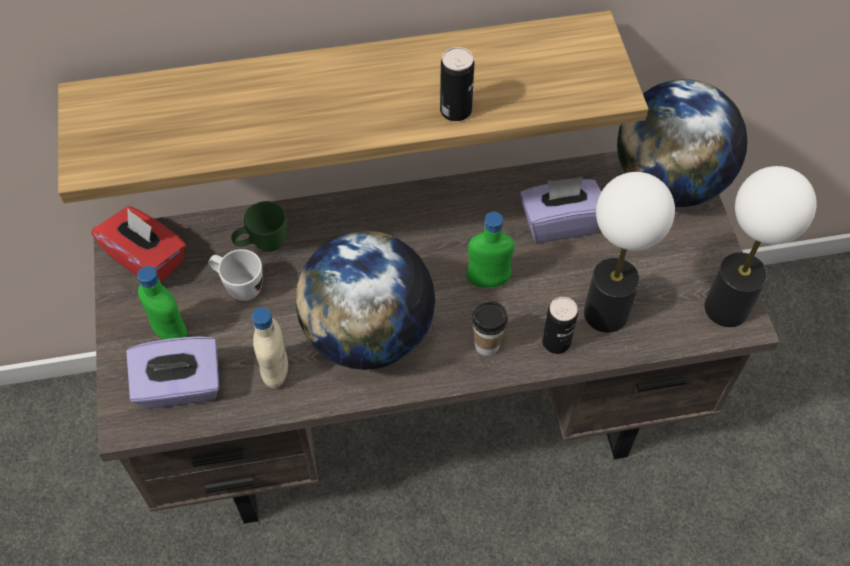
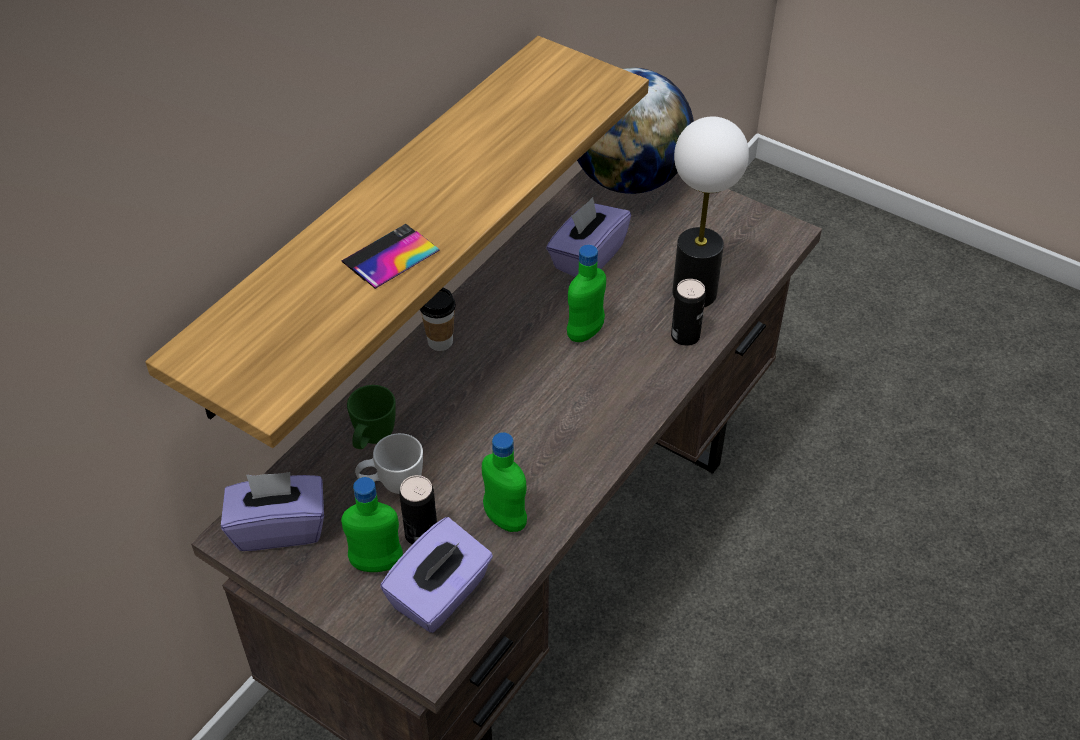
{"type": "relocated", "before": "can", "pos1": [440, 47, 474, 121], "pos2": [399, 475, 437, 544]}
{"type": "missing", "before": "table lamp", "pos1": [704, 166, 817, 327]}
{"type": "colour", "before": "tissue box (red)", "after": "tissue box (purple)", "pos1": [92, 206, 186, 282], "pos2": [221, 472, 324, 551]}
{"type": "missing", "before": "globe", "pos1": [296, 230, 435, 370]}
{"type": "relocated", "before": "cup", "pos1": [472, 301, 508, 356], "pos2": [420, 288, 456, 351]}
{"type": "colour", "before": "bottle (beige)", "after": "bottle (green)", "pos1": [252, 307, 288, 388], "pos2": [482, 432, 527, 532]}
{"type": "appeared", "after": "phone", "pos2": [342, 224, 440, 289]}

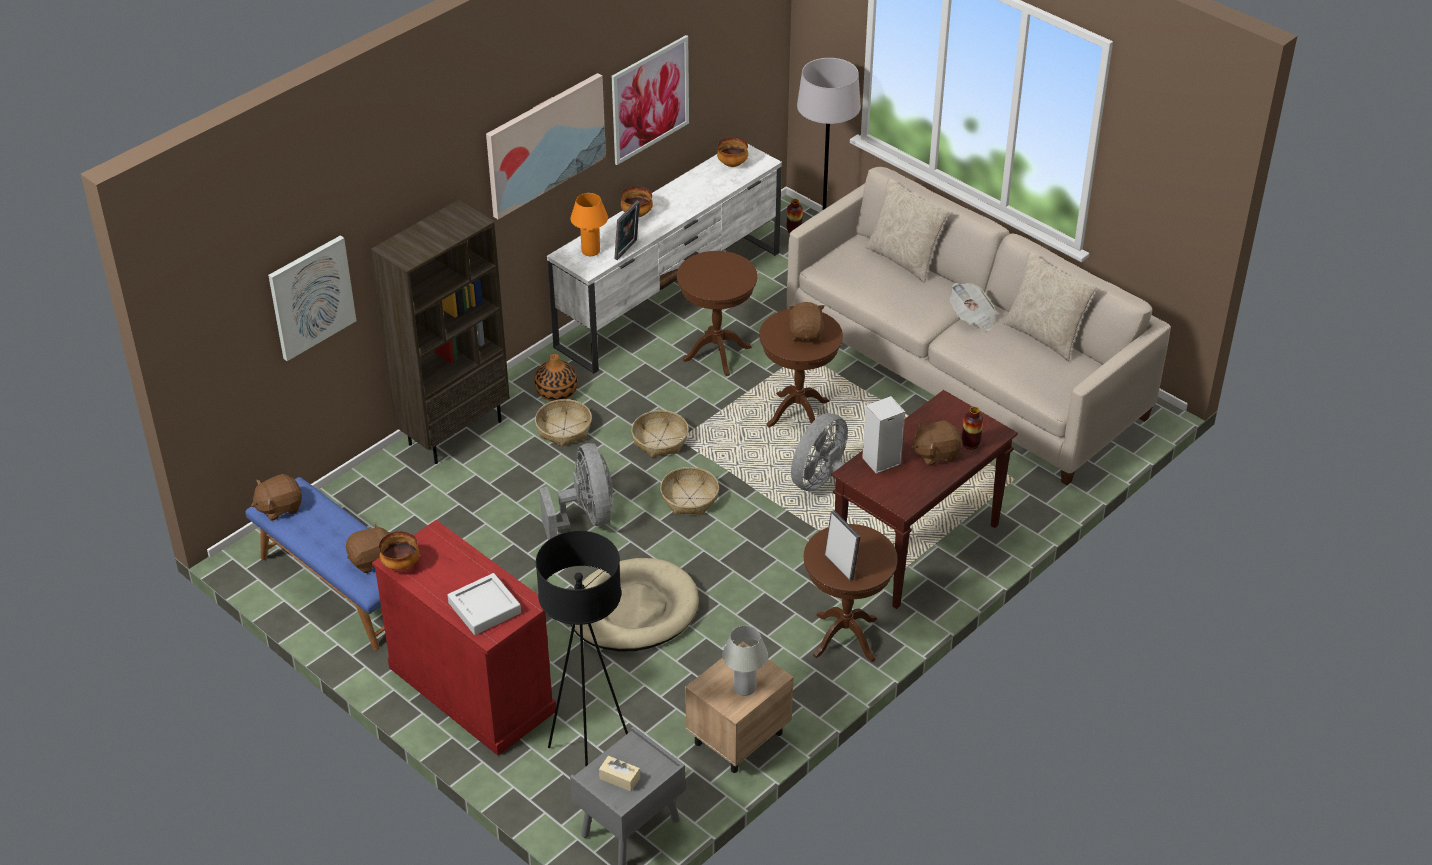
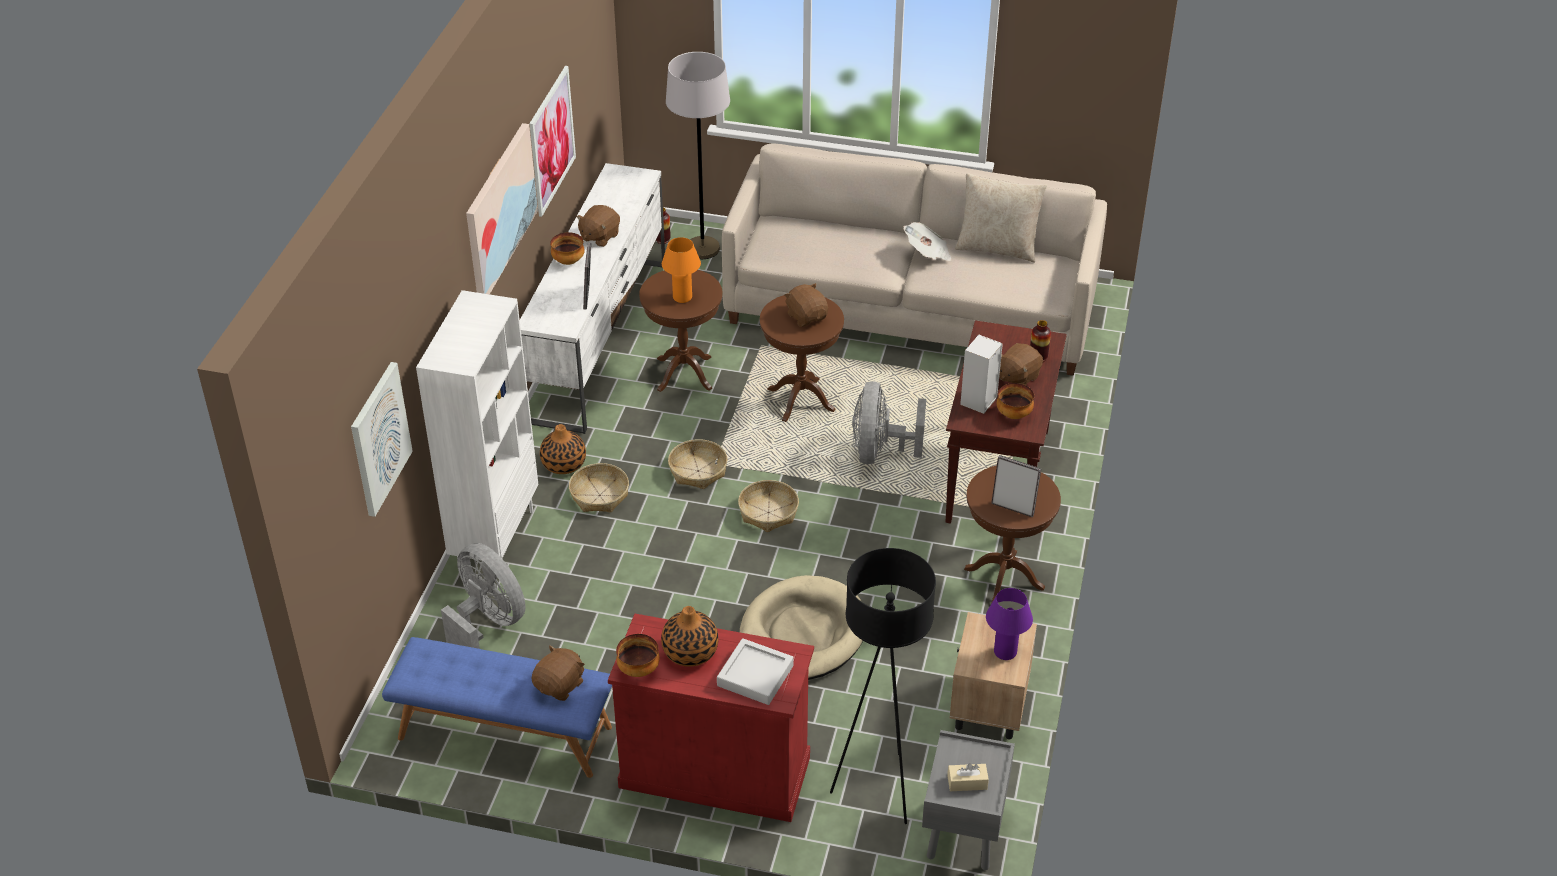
{"type": "relocated", "before": "bowl", "pos1": [717, 137, 748, 167], "pos2": [997, 383, 1034, 419]}
{"type": "missing", "before": "pillow (beige)", "pos1": [865, 178, 950, 283]}
{"type": "relocated", "before": "table lamp (orange)", "pos1": [570, 193, 608, 256], "pos2": [662, 237, 701, 303]}
{"type": "colour", "before": "bookcase (brown)", "after": "bookcase (white)", "pos1": [371, 200, 510, 464], "pos2": [416, 290, 538, 561]}
{"type": "relocated", "before": "fan (grey)", "pos1": [539, 443, 613, 540], "pos2": [441, 543, 526, 649]}
{"type": "relocated", "before": "plush toy (brown)", "pos1": [251, 474, 302, 521], "pos2": [576, 205, 620, 247]}
{"type": "colour", "before": "table lamp (white)", "after": "table lamp (purple)", "pos1": [722, 625, 768, 696], "pos2": [986, 588, 1033, 660]}
{"type": "appeared", "after": "vase", "pos2": [661, 606, 718, 667]}

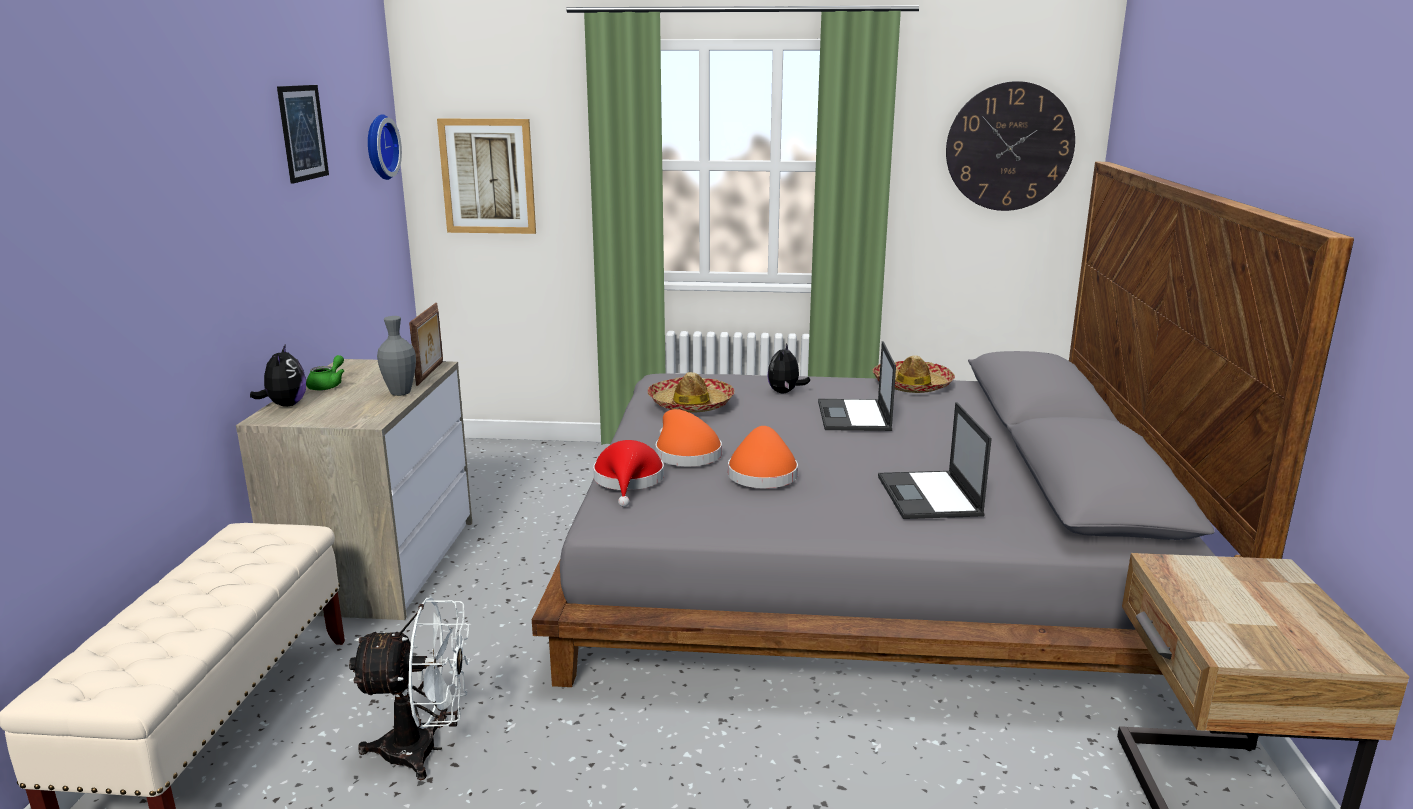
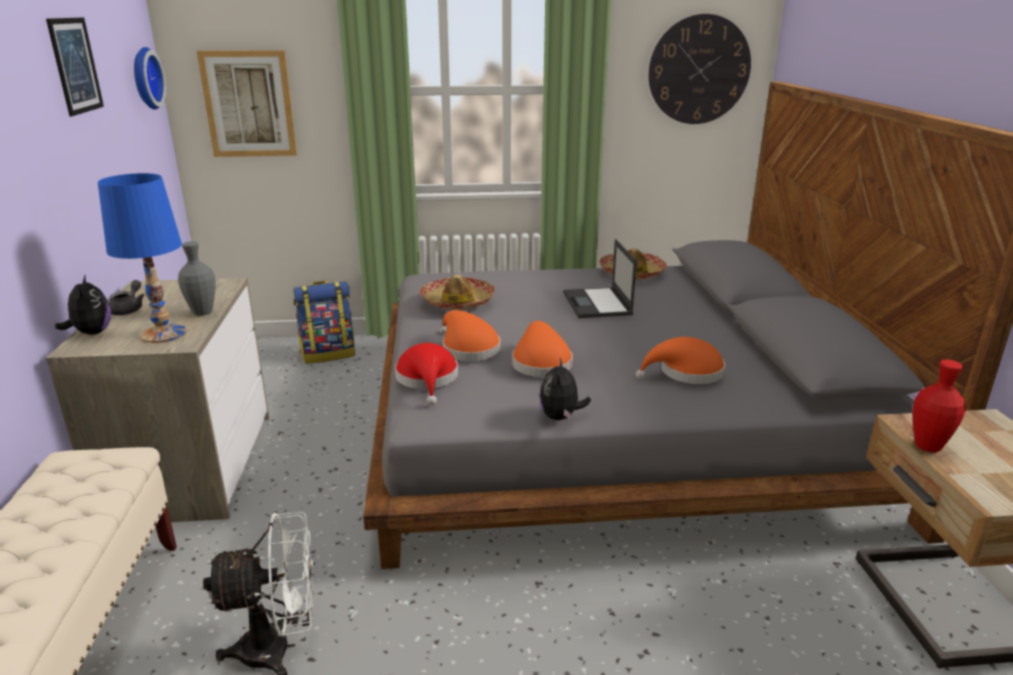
{"type": "missing", "before": "picture frame", "pos1": [409, 303, 443, 386]}
{"type": "relocated", "before": "plush toy", "pos1": [767, 343, 810, 393], "pos2": [539, 358, 591, 420]}
{"type": "colour", "before": "teapot (green)", "after": "teapot (grey)", "pos1": [306, 355, 345, 391], "pos2": [108, 280, 145, 315]}
{"type": "exchanged", "before": "laptop", "after": "hat (orange)", "pos1": [878, 402, 992, 519], "pos2": [636, 337, 725, 384]}
{"type": "appeared", "after": "table lamp (blue)", "pos2": [98, 173, 186, 343]}
{"type": "appeared", "after": "backpack", "pos2": [293, 281, 355, 364]}
{"type": "appeared", "after": "vase (red)", "pos2": [912, 360, 966, 452]}

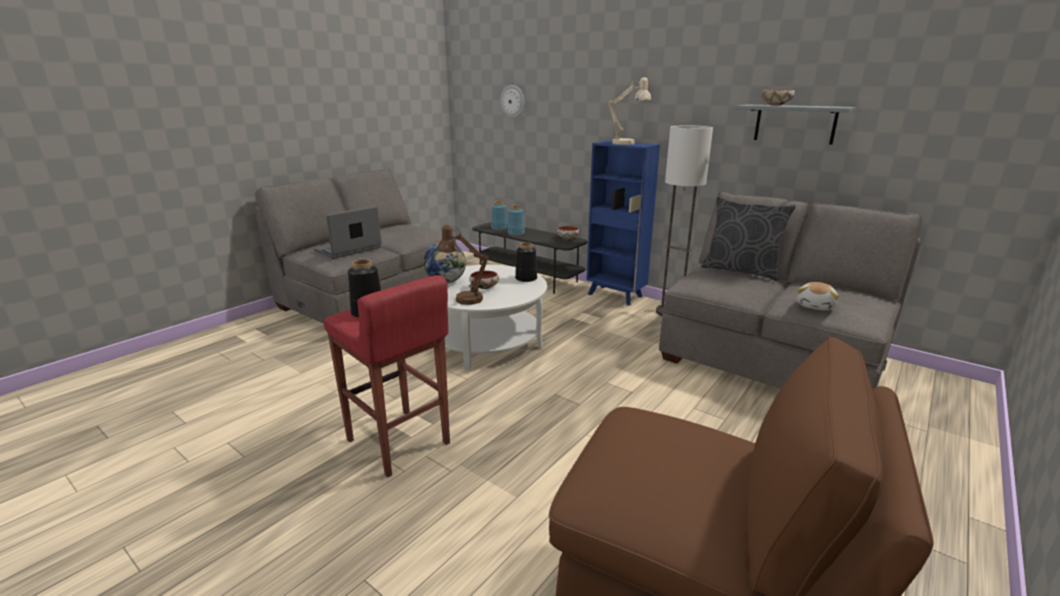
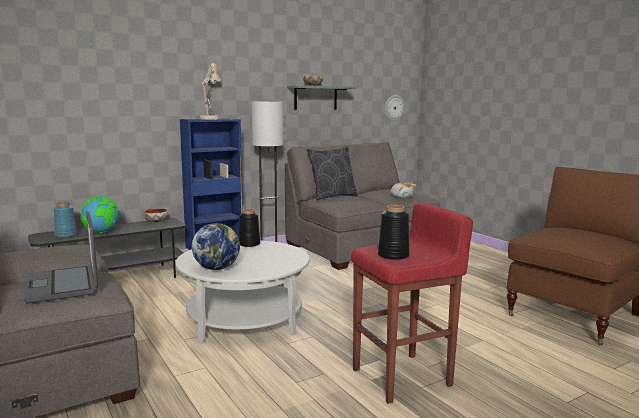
{"type": "relocated", "before": "wall clock", "pos1": [500, 85, 525, 118], "pos2": [385, 95, 405, 121]}
{"type": "exchanged", "before": "vase (blue)", "after": "globe", "pos1": [508, 206, 525, 236], "pos2": [80, 196, 119, 233]}
{"type": "missing", "before": "table lamp (brown)", "pos1": [437, 225, 488, 305]}
{"type": "missing", "before": "bowl", "pos1": [469, 271, 499, 289]}

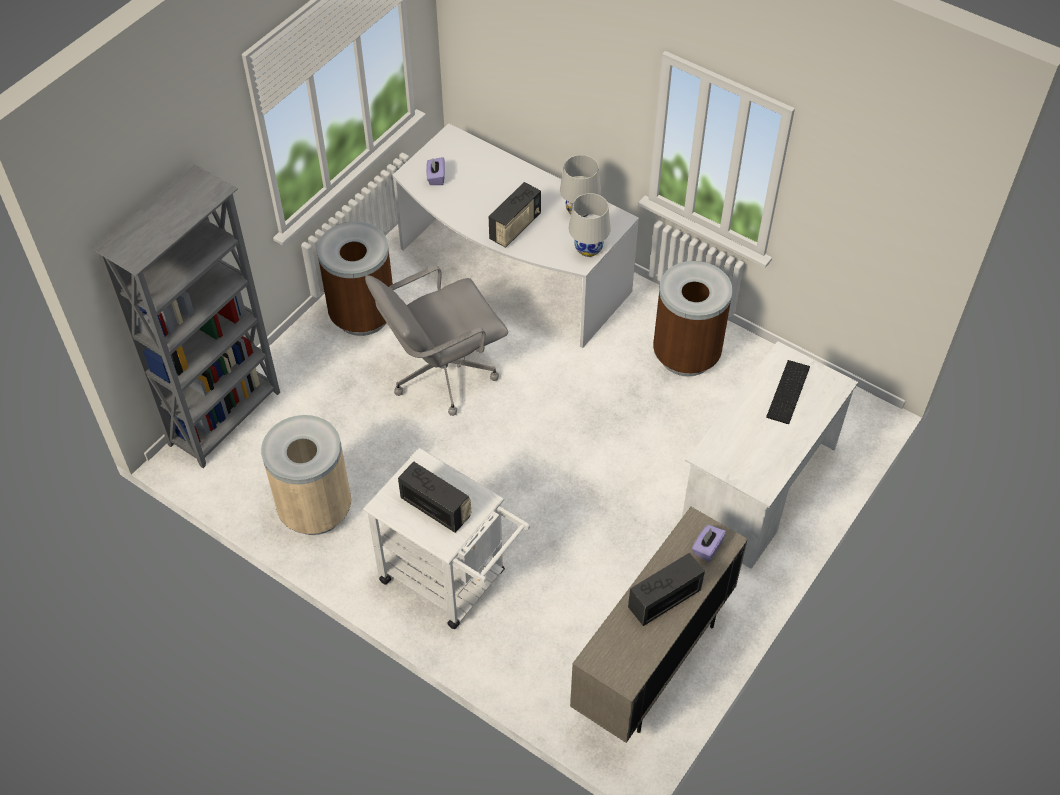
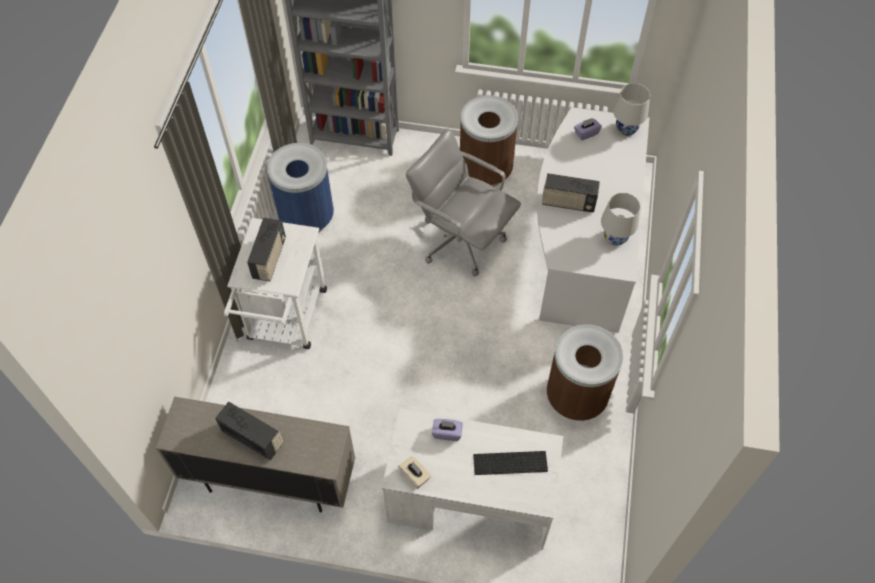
{"type": "relocated", "before": "table lamp (white)", "pos1": [569, 193, 611, 257], "pos2": [613, 83, 650, 136]}
{"type": "colour", "before": "trash can (beige)", "after": "trash can (blue)", "pos1": [261, 415, 351, 535], "pos2": [267, 143, 334, 233]}
{"type": "relocated", "before": "tissue box (purple)", "pos1": [692, 525, 726, 562], "pos2": [432, 419, 463, 441]}
{"type": "appeared", "after": "tissue box (beige)", "pos2": [398, 456, 431, 489]}

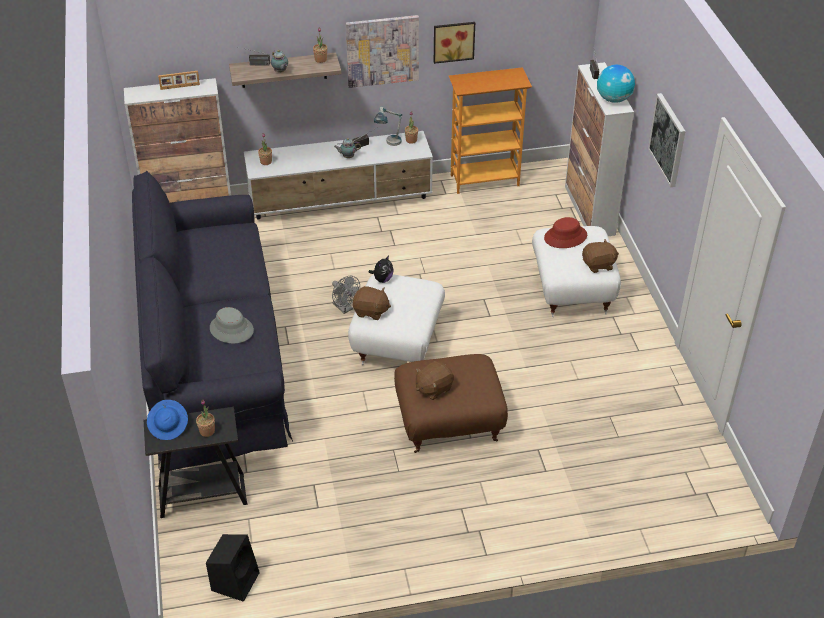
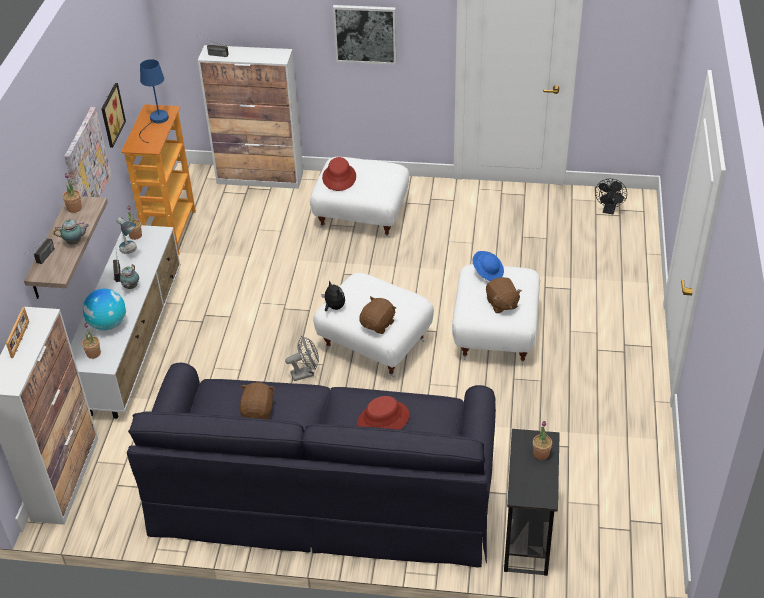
{"type": "relocated", "before": "globe", "pos1": [597, 65, 635, 103], "pos2": [83, 289, 126, 330]}
{"type": "relocated", "before": "plush toy (brown)", "pos1": [582, 239, 619, 273], "pos2": [239, 382, 275, 419]}
{"type": "colour", "before": "hat (grey)", "after": "hat (red)", "pos1": [210, 307, 254, 344], "pos2": [357, 396, 409, 430]}
{"type": "colour", "before": "ottoman (brown)", "after": "ottoman (white)", "pos1": [394, 354, 508, 453], "pos2": [452, 264, 540, 365]}
{"type": "relocated", "before": "hat (blue)", "pos1": [147, 400, 188, 440], "pos2": [473, 251, 504, 281]}
{"type": "missing", "before": "speaker (black)", "pos1": [206, 534, 260, 602]}
{"type": "appeared", "after": "table lamp (blue)", "pos2": [139, 59, 169, 143]}
{"type": "appeared", "after": "fan (black)", "pos2": [595, 179, 627, 214]}

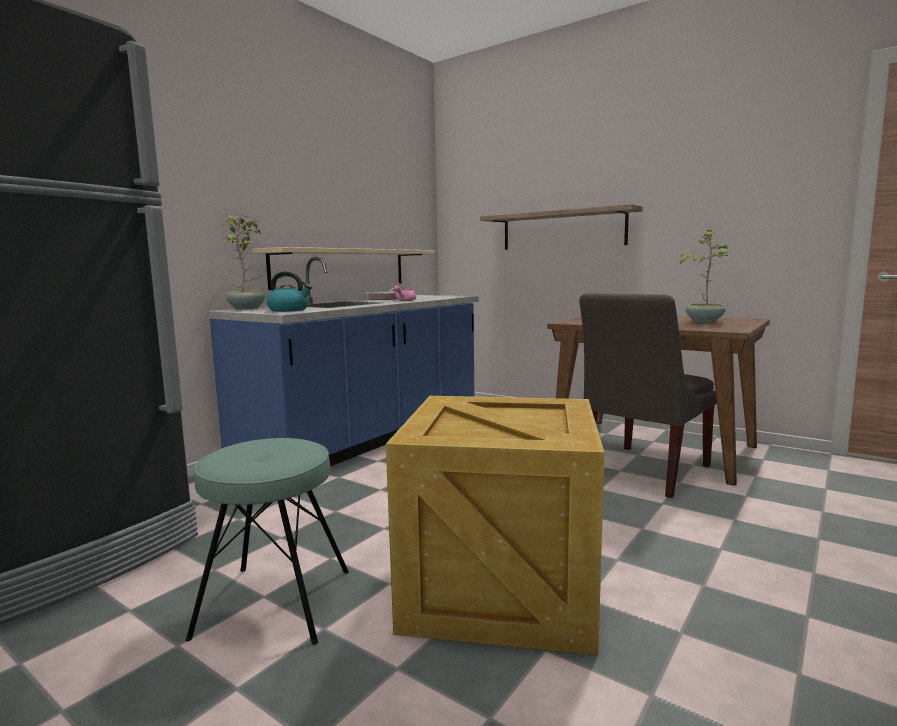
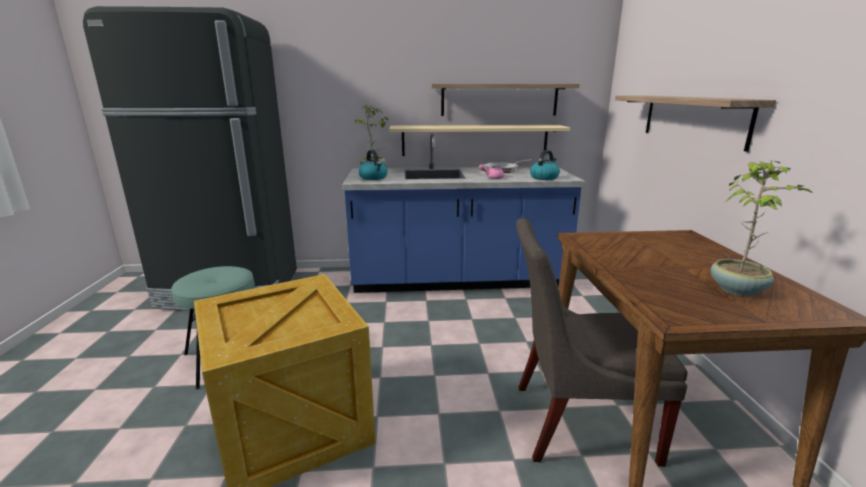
{"type": "appeared", "after": "shelf", "pos2": [430, 84, 580, 116]}
{"type": "appeared", "after": "kettle", "pos2": [530, 150, 560, 180]}

